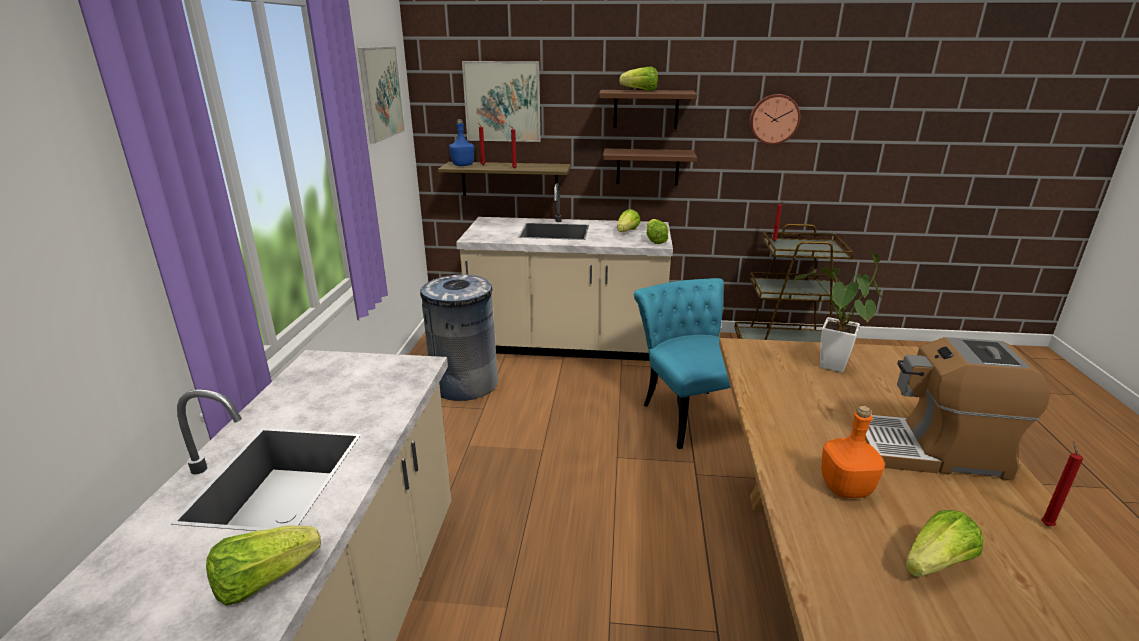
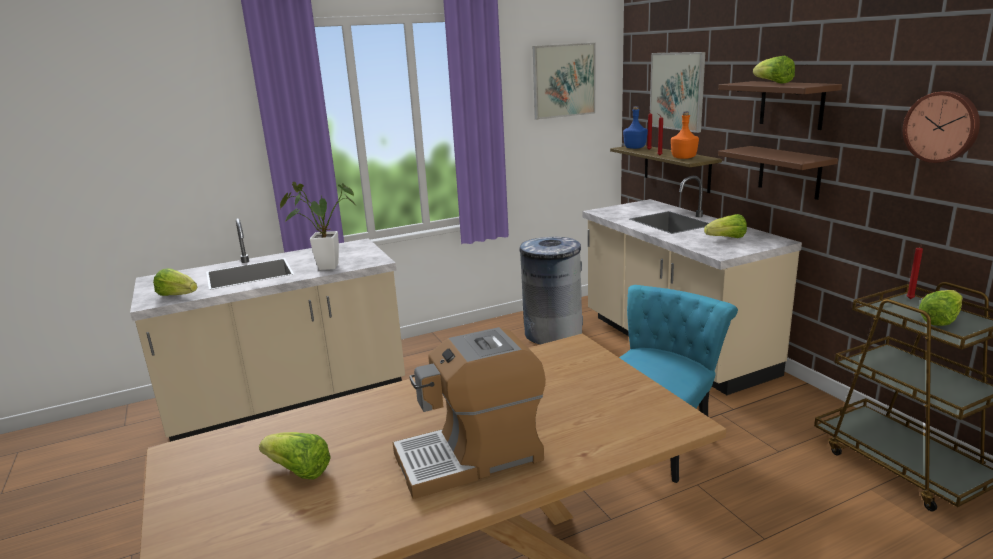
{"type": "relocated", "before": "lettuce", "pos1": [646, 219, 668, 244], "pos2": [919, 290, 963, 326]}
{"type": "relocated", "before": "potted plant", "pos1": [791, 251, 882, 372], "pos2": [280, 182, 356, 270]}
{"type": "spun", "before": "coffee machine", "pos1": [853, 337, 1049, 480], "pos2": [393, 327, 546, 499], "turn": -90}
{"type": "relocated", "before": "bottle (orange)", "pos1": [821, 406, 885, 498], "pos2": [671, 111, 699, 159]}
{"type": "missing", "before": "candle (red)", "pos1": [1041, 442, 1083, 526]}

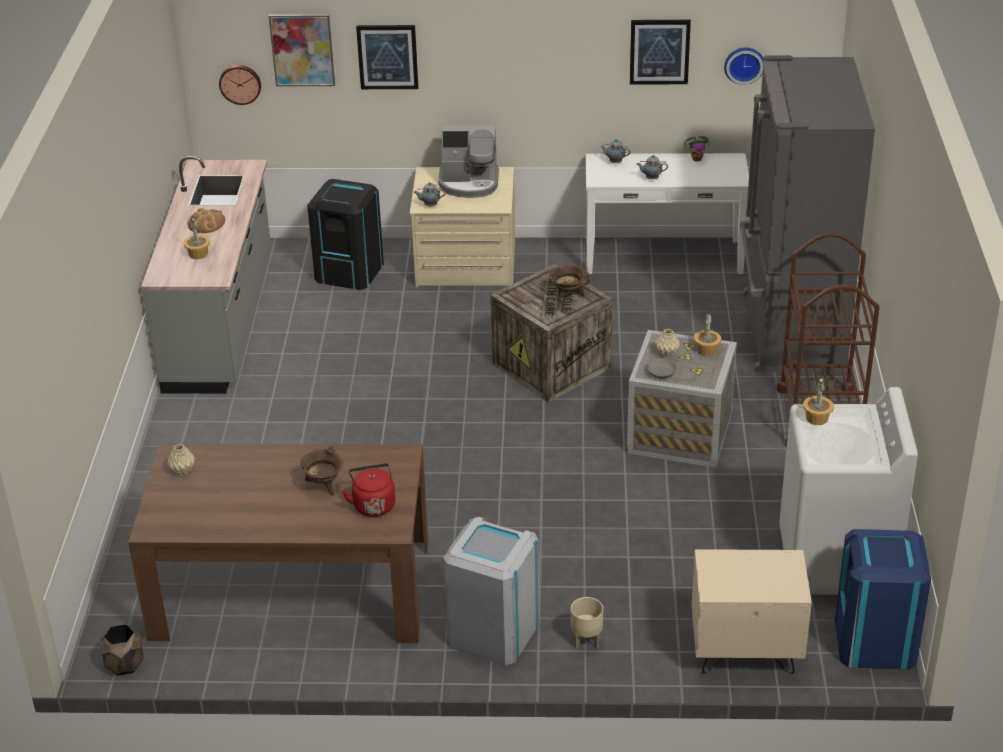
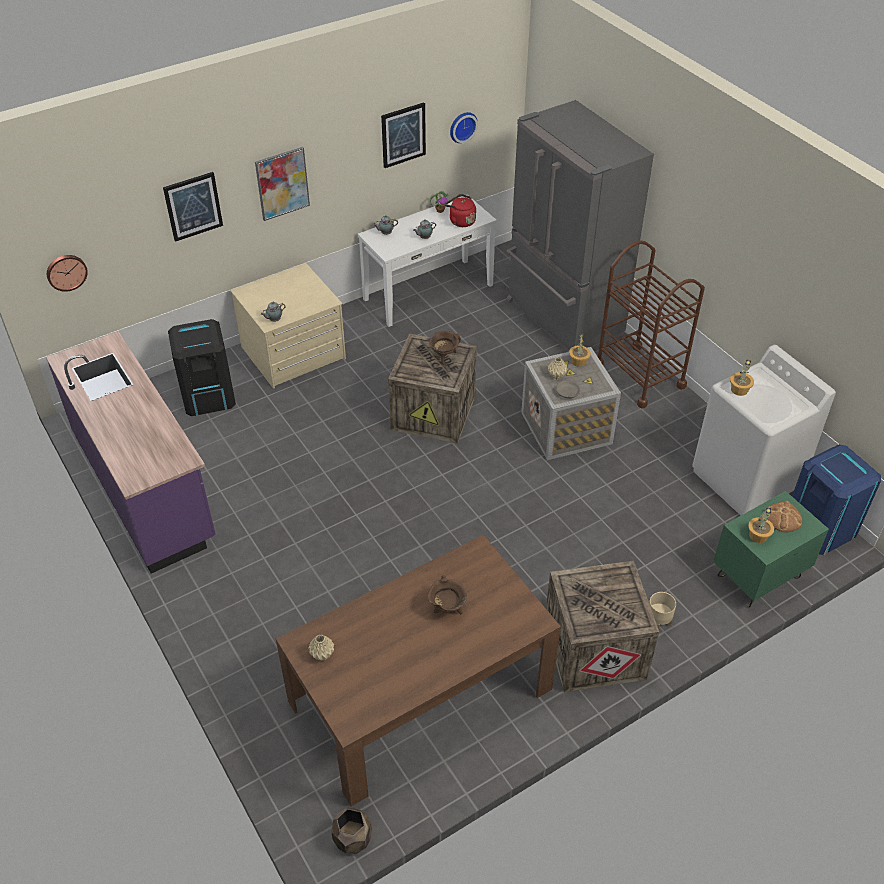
{"type": "relocated", "before": "picture", "pos1": [269, 14, 335, 86], "pos2": [255, 147, 310, 221]}
{"type": "missing", "before": "coffee machine", "pos1": [438, 126, 499, 198]}
{"type": "colour", "before": "counter (grey)", "after": "counter (purple)", "pos1": [141, 156, 272, 394], "pos2": [46, 331, 216, 573]}
{"type": "relocated", "before": "bread", "pos1": [188, 208, 225, 233], "pos2": [765, 501, 802, 533]}
{"type": "relocated", "before": "potted plant", "pos1": [184, 216, 210, 259], "pos2": [748, 508, 774, 543]}
{"type": "relocated", "before": "kettle (red)", "pos1": [342, 463, 395, 517], "pos2": [445, 194, 476, 227]}
{"type": "exchanged", "before": "trash can (grey)", "after": "crate", "pos1": [443, 517, 540, 666], "pos2": [546, 561, 659, 692]}
{"type": "colour", "before": "nightstand (beige)", "after": "nightstand (green)", "pos1": [692, 549, 812, 674], "pos2": [713, 491, 829, 607]}

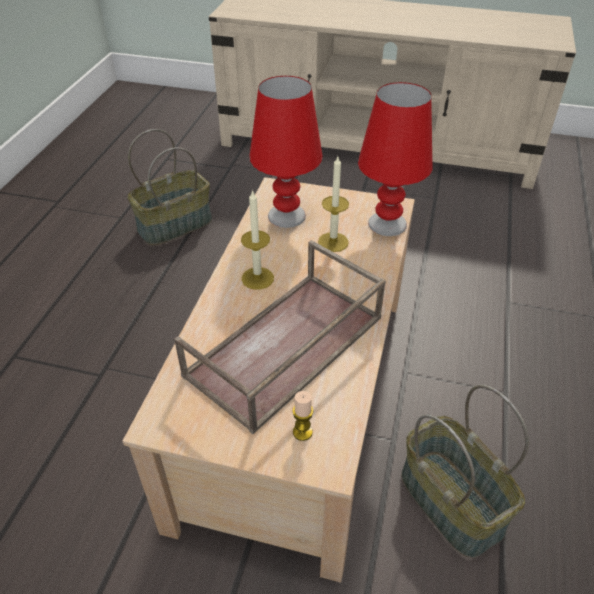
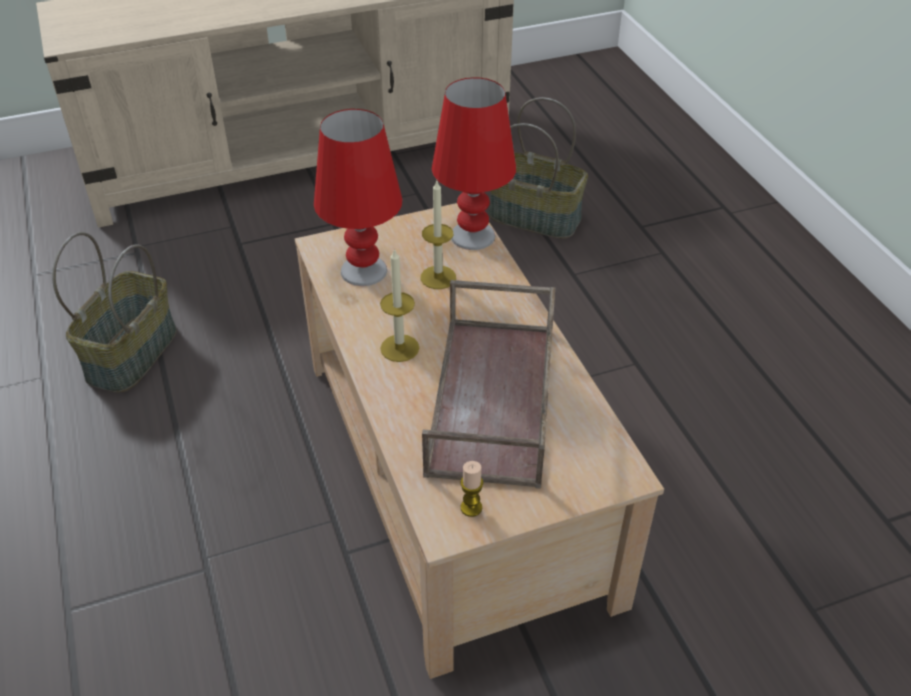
{"type": "relocated", "before": "basket", "pos1": [401, 385, 529, 558], "pos2": [489, 97, 588, 239]}
{"type": "relocated", "before": "candle", "pos1": [292, 391, 314, 441], "pos2": [460, 461, 483, 517]}

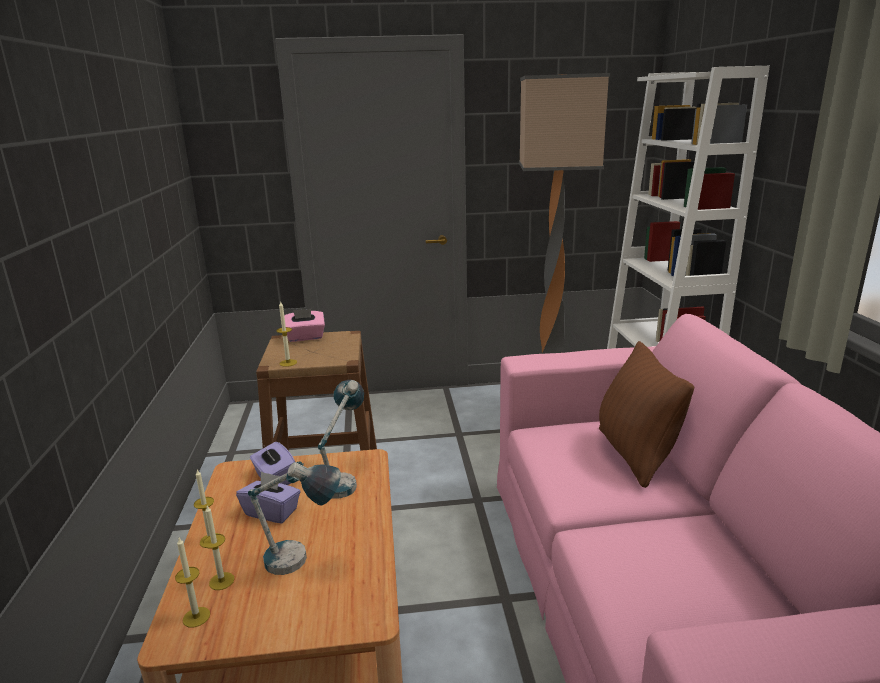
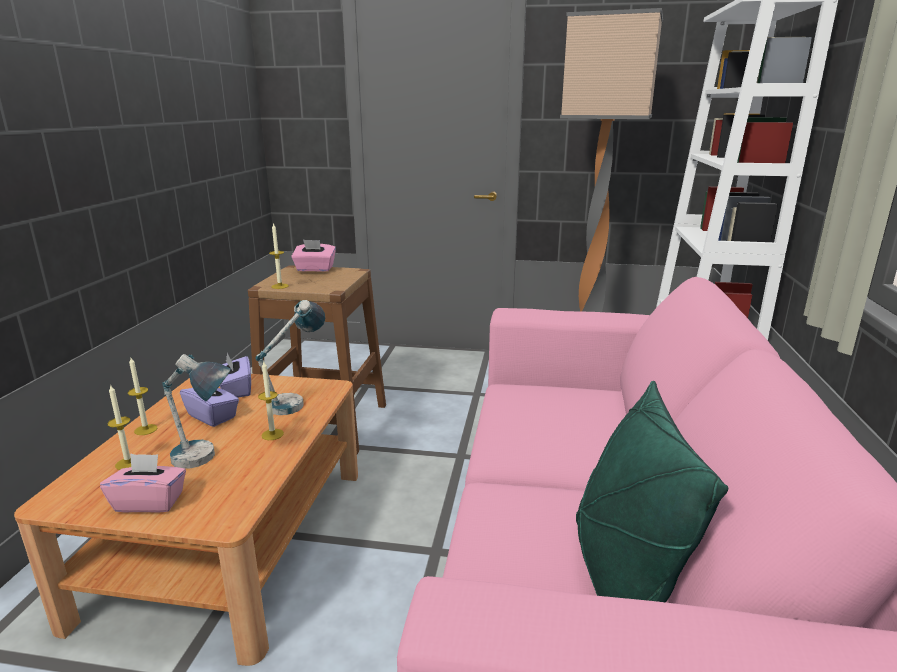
{"type": "missing", "before": "pillow (brown)", "pos1": [599, 341, 694, 488]}
{"type": "relocated", "before": "candle", "pos1": [175, 538, 210, 628], "pos2": [258, 362, 284, 440]}
{"type": "appeared", "after": "pillow (green)", "pos2": [576, 381, 728, 602]}
{"type": "appeared", "after": "tissue box (pink)", "pos2": [100, 453, 186, 513]}

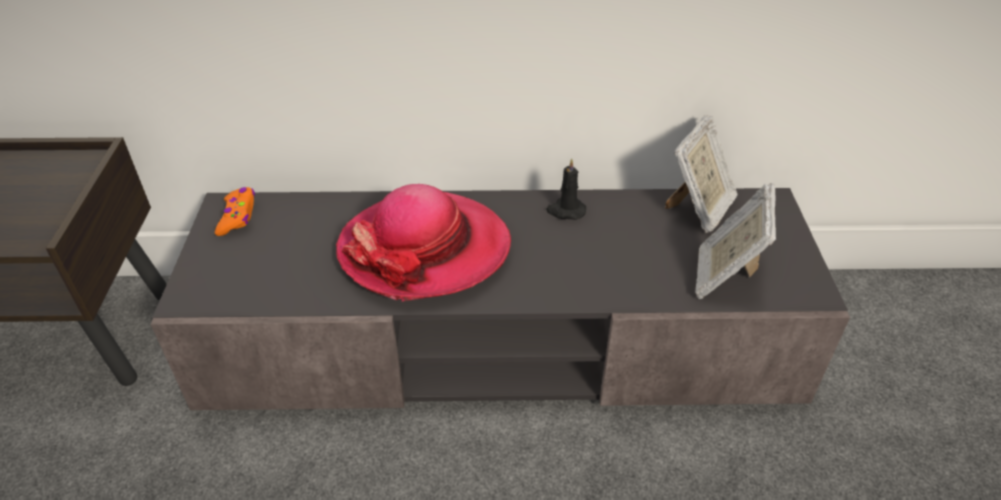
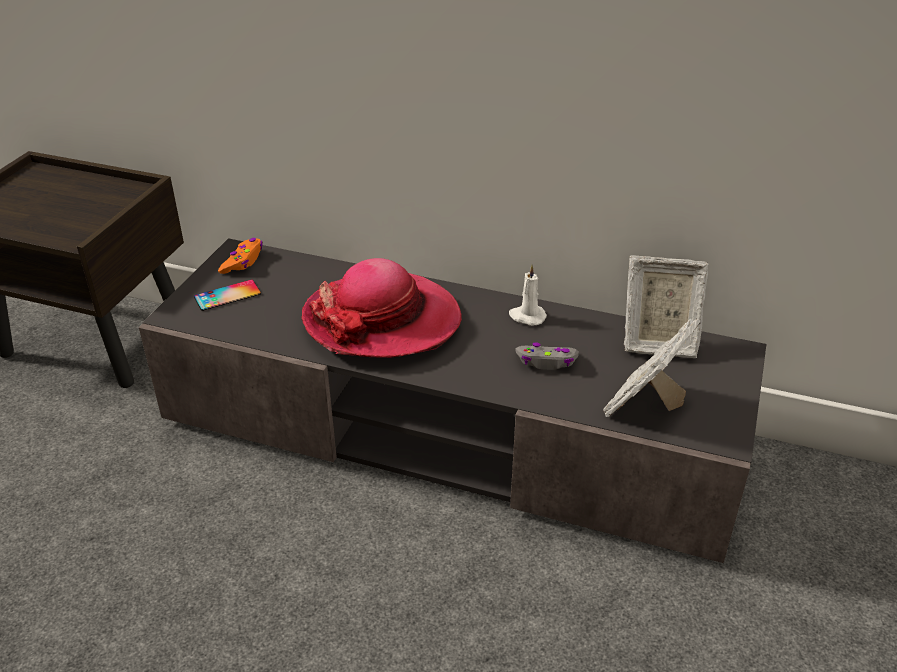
{"type": "spun", "before": "picture frame", "pos1": [665, 115, 738, 233], "pos2": [624, 256, 709, 358], "turn": 45}
{"type": "colour", "before": "candle (black)", "after": "candle (white)", "pos1": [546, 158, 586, 220], "pos2": [509, 265, 547, 326]}
{"type": "appeared", "after": "phone", "pos2": [194, 280, 261, 311]}
{"type": "appeared", "after": "game controller (grey)", "pos2": [516, 342, 579, 370]}

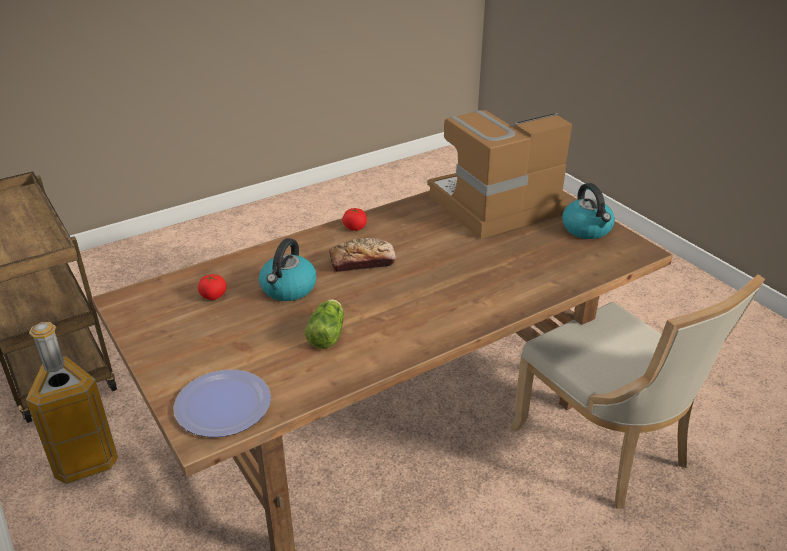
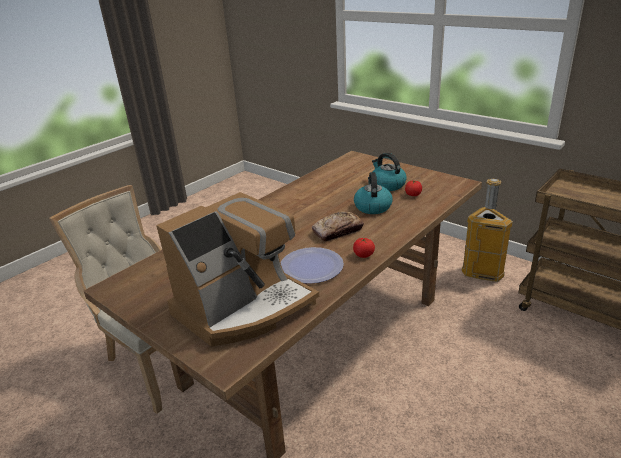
{"type": "relocated", "before": "kettle", "pos1": [562, 183, 615, 239], "pos2": [372, 153, 407, 191]}
{"type": "missing", "before": "lettuce", "pos1": [305, 299, 344, 349]}
{"type": "relocated", "before": "plate", "pos1": [173, 369, 271, 437], "pos2": [281, 247, 344, 284]}

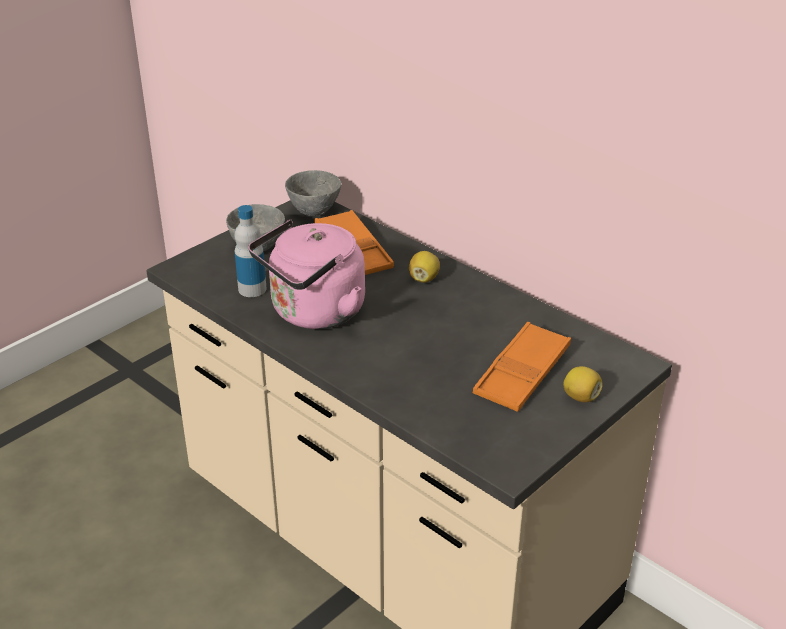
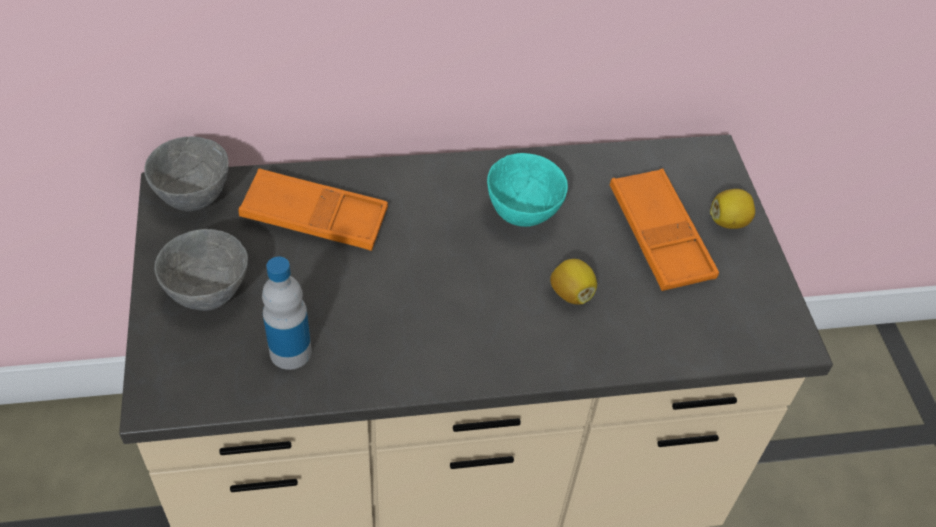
{"type": "missing", "before": "kettle (pink)", "pos1": [248, 220, 365, 329]}
{"type": "relocated", "before": "lemon", "pos1": [409, 251, 440, 283], "pos2": [550, 259, 597, 304]}
{"type": "appeared", "after": "bowl (turquoise)", "pos2": [487, 153, 568, 227]}

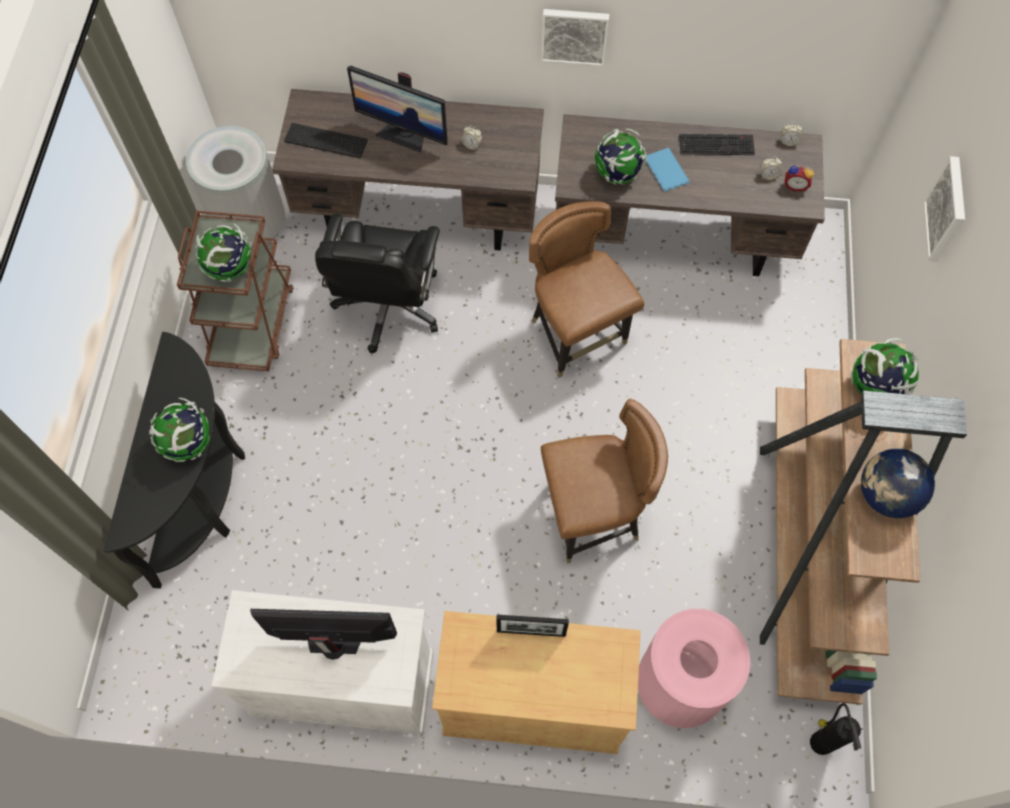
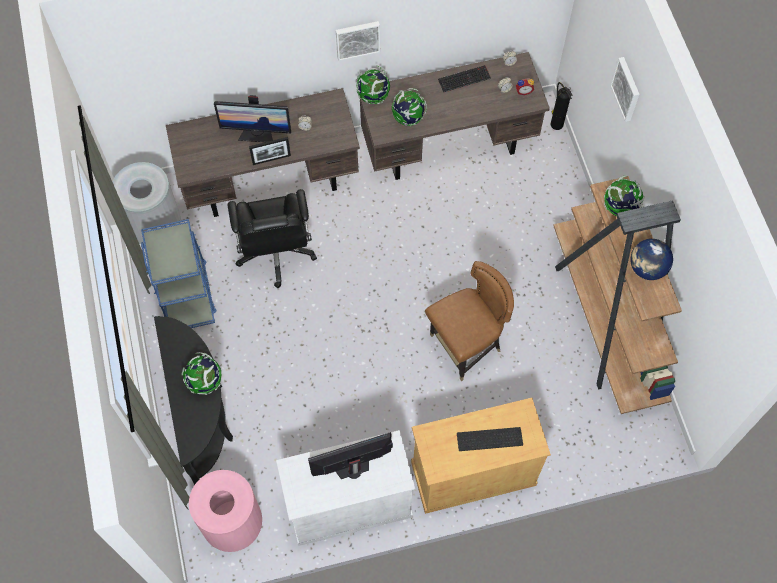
{"type": "relocated", "before": "keyboard", "pos1": [284, 123, 368, 158], "pos2": [457, 427, 523, 451]}
{"type": "missing", "before": "book (blue)", "pos1": [646, 148, 690, 192]}
{"type": "missing", "before": "chair (brown)", "pos1": [529, 201, 644, 378]}
{"type": "colour", "before": "cart (brown)", "after": "cart (blue)", "pos1": [177, 210, 294, 371], "pos2": [141, 219, 216, 328]}
{"type": "relocated", "before": "globe", "pos1": [195, 223, 252, 282], "pos2": [356, 65, 390, 104]}
{"type": "relocated", "before": "trash can (pink)", "pos1": [638, 609, 750, 728], "pos2": [189, 470, 262, 552]}
{"type": "relocated", "before": "picture frame", "pos1": [496, 615, 569, 637], "pos2": [249, 137, 291, 165]}
{"type": "relocated", "before": "fire extinguisher", "pos1": [810, 703, 863, 755], "pos2": [551, 82, 573, 130]}

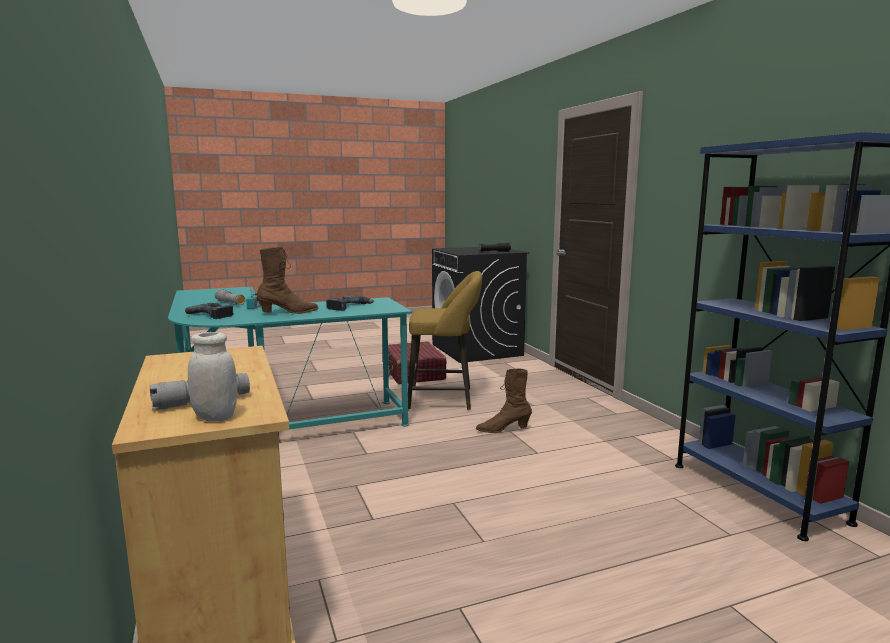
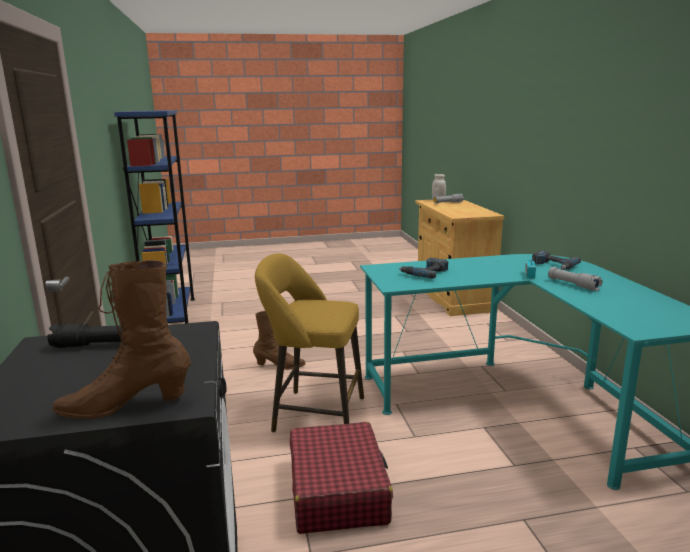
{"type": "relocated", "before": "boot (brown)", "pos1": [257, 247, 318, 314], "pos2": [53, 260, 191, 419]}

